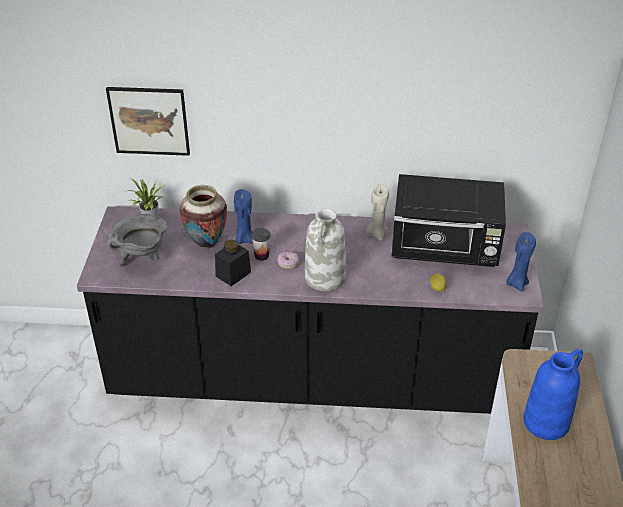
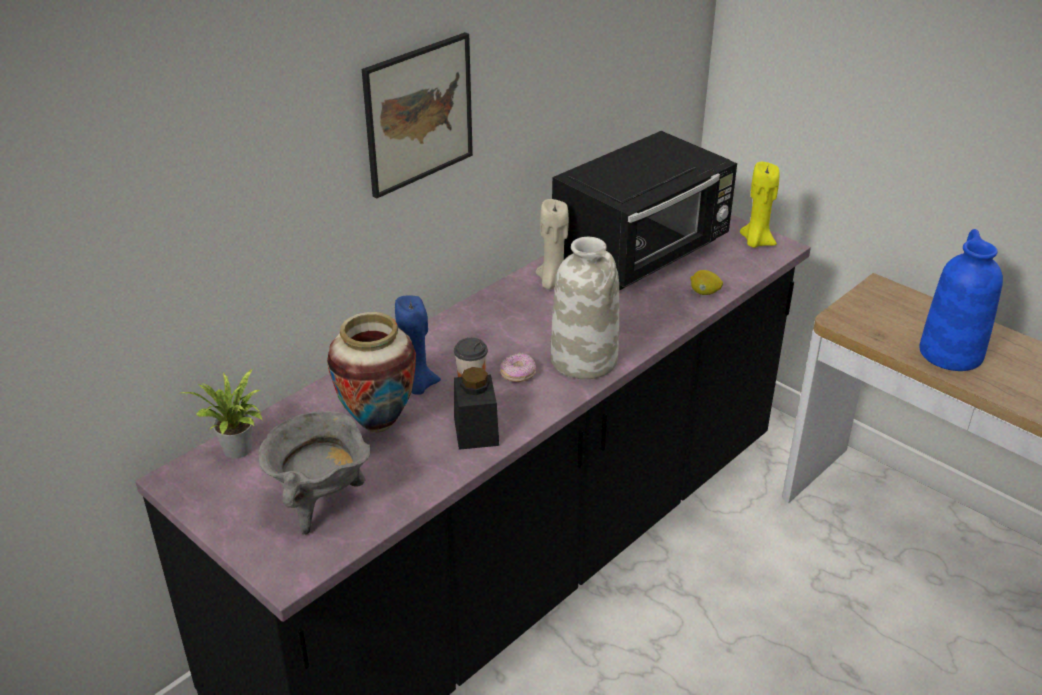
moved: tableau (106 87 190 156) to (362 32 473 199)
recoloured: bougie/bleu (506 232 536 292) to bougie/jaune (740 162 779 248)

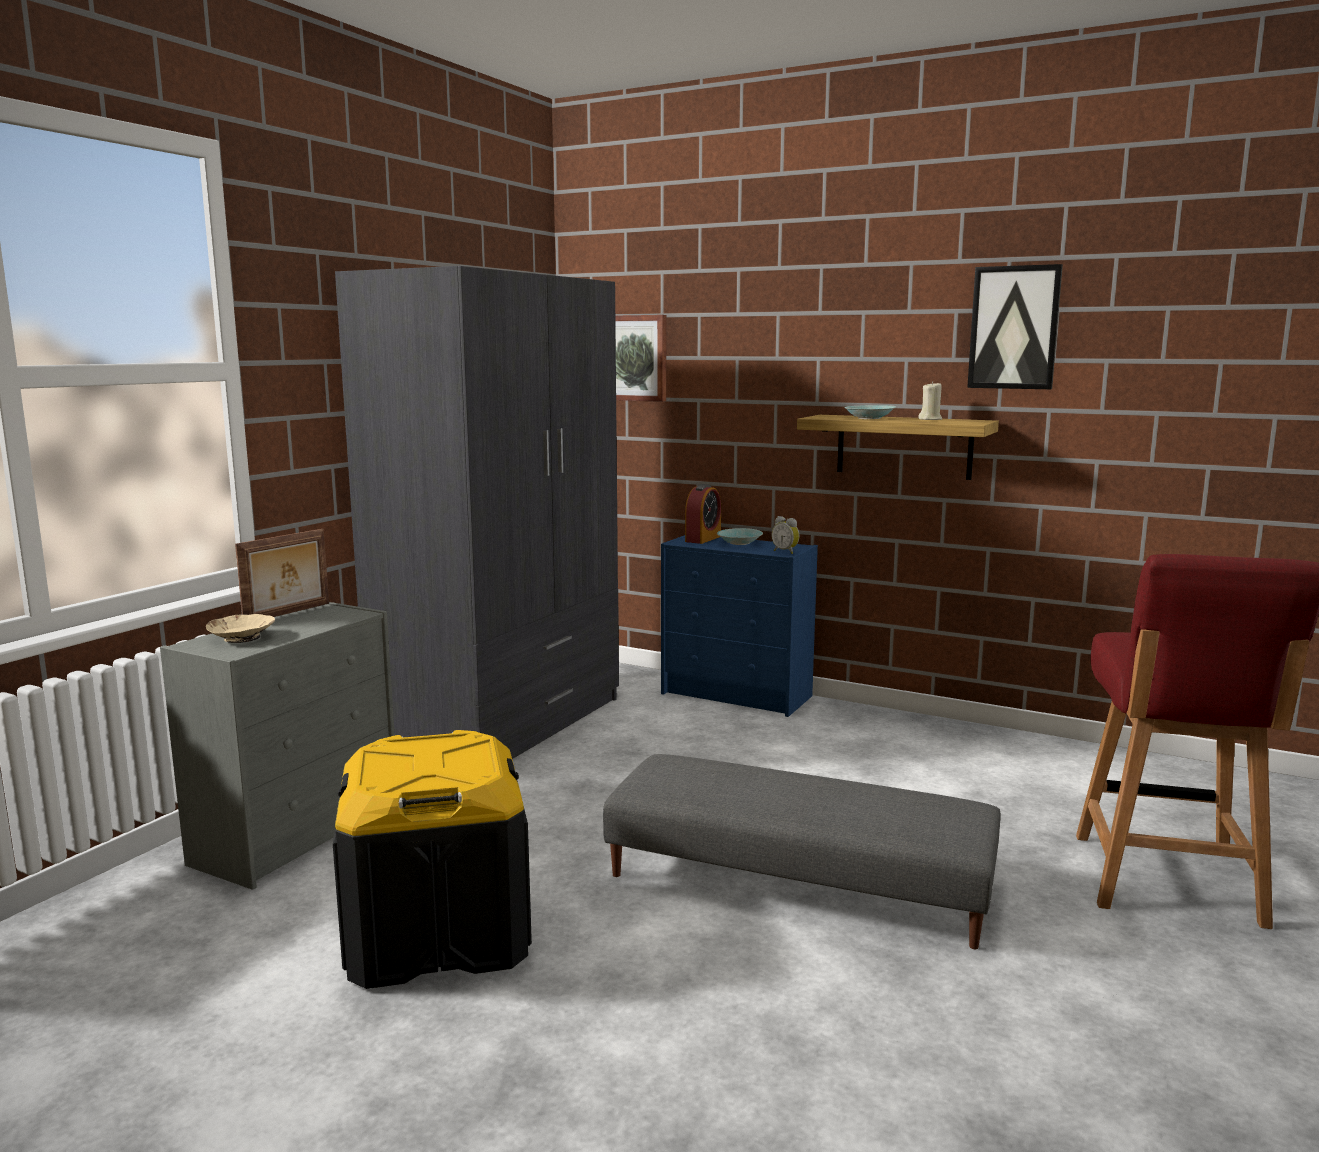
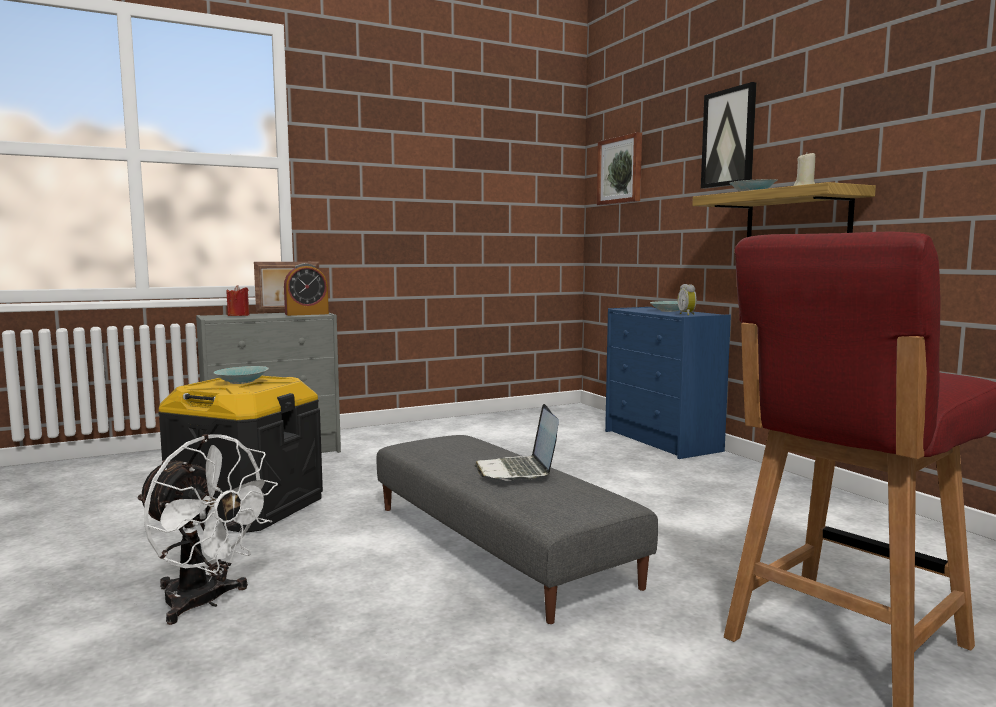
removed: armoire/gris (335 266 619 759)
added: ventilateur/blanc (137 434 278 625); bol/turquoise (214 366 269 384); ordinateur portable (474 404 559 481)
moved: réveil (685 484 721 544) to (284 263 329 316); tableau (967 264 1063 389) to (701 82 757 189)
replaced: bol/beige (206 614 275 643) to bougie/rouge (226 285 249 316)

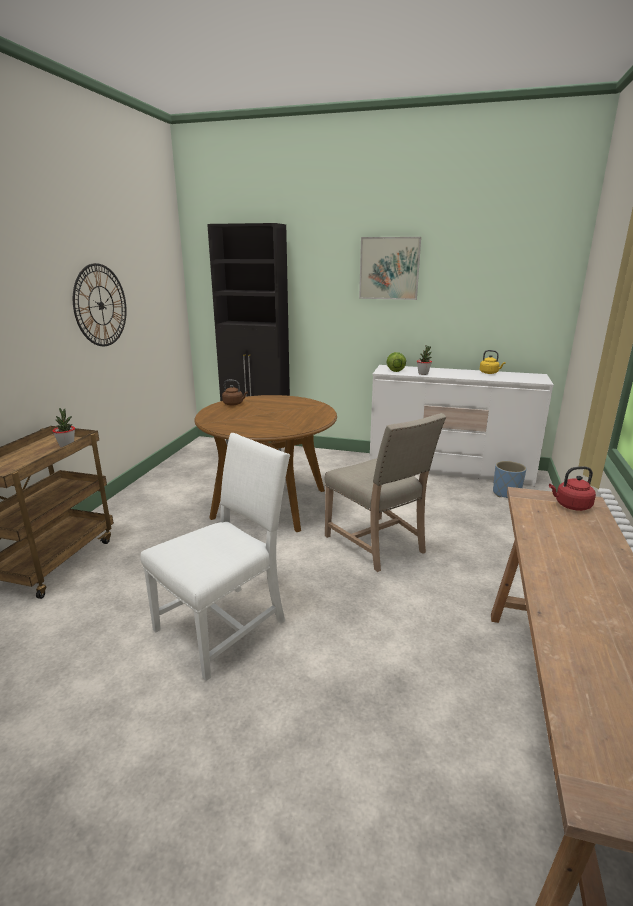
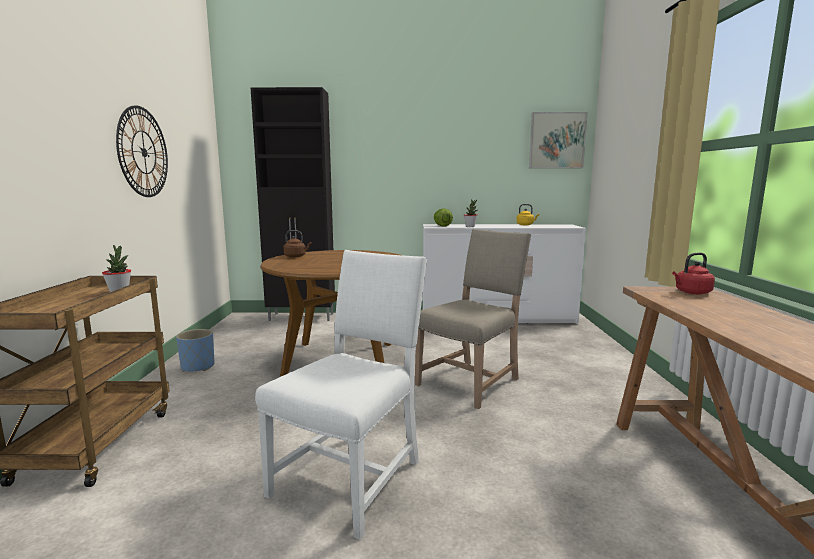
moved: tableau (359 237 421 300) to (529 112 588 168); cache-pot/bleu (493 461 526 498) to (176 329 215 372)
turned: chaise/beige (325 413 446 572) = (415 229 531 409) 90 degrees counterclockwise

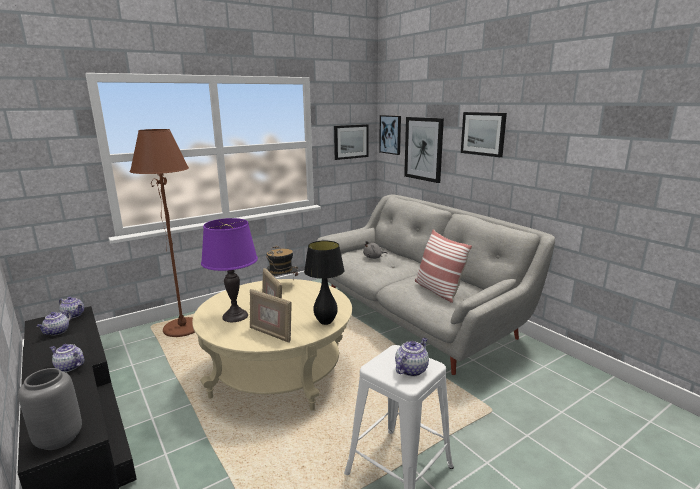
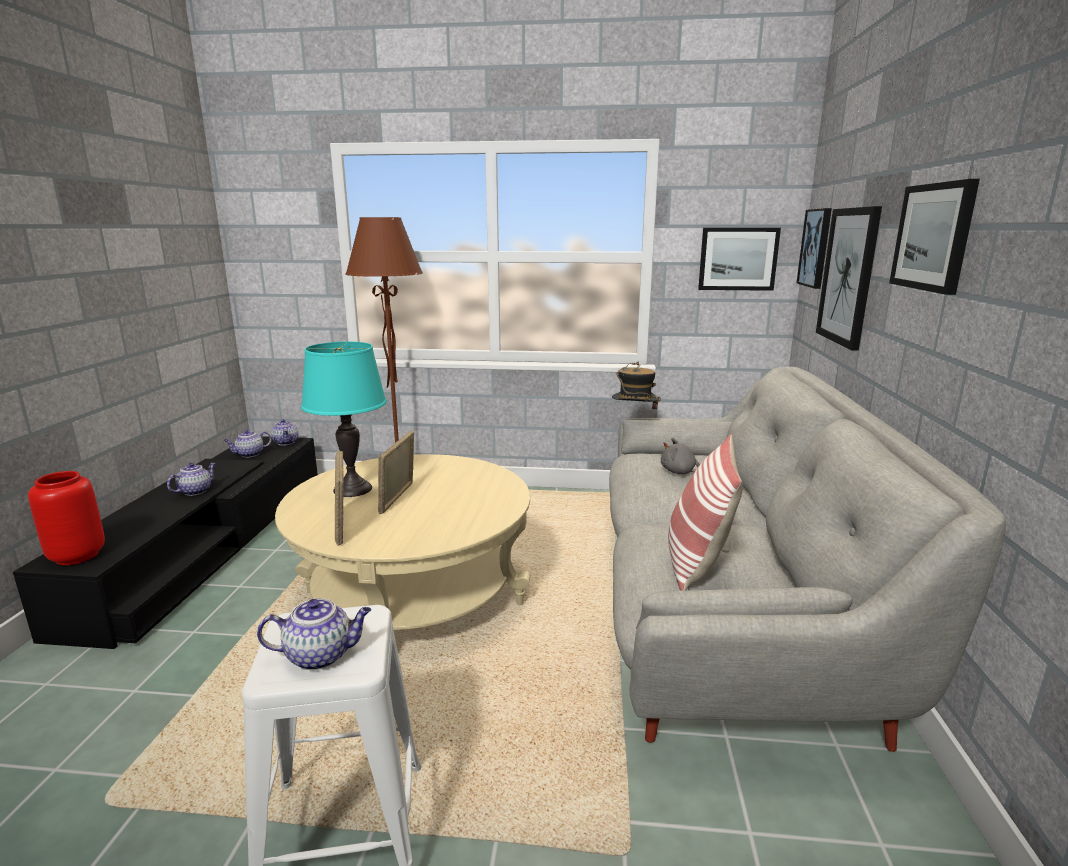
removed: lampe de table/noir (304 241 345 325)
moved: chapeau (266 245 298 276) to (612 362 661 409)
recoloured: vase/gris (18 368 82 450) to vase/rouge (28 471 105 565); lampe de table/violet (201 218 258 322) to lampe de table/turquoise (301 342 387 497)
turned: théière (50 344 85 372) = (167 463 216 496) 60 degrees clockwise

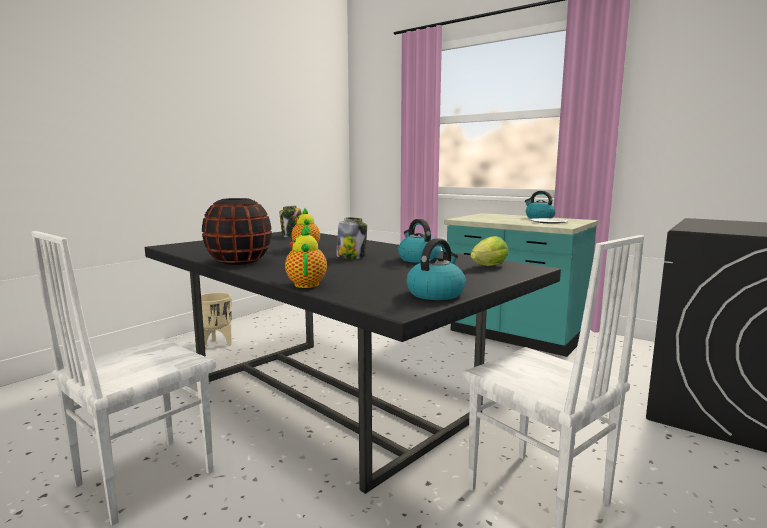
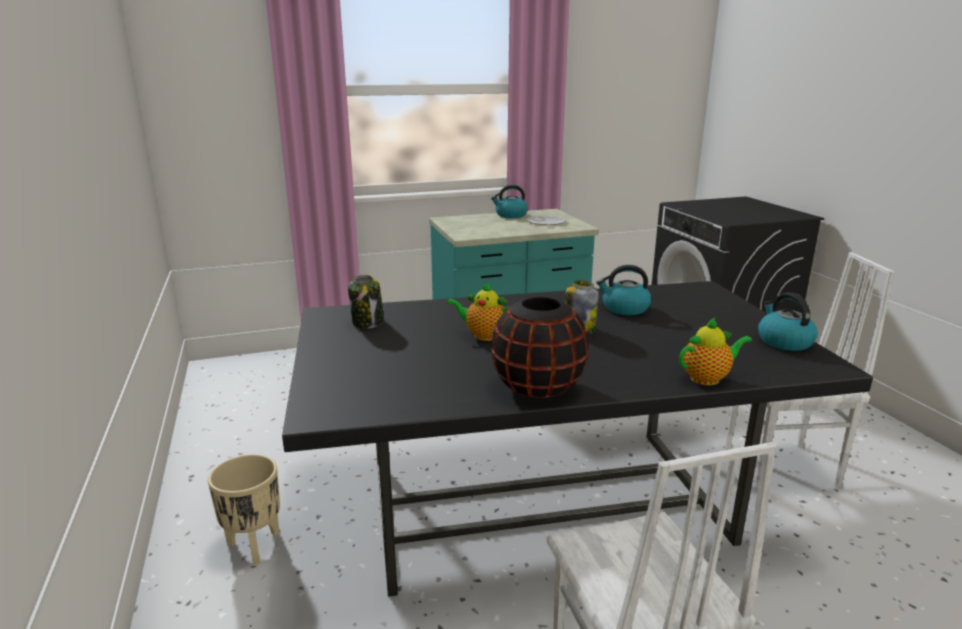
removed: laitue (470 236 509 266)
turned: théière (285 226 327 288) = (679 318 752 385) 135 degrees clockwise

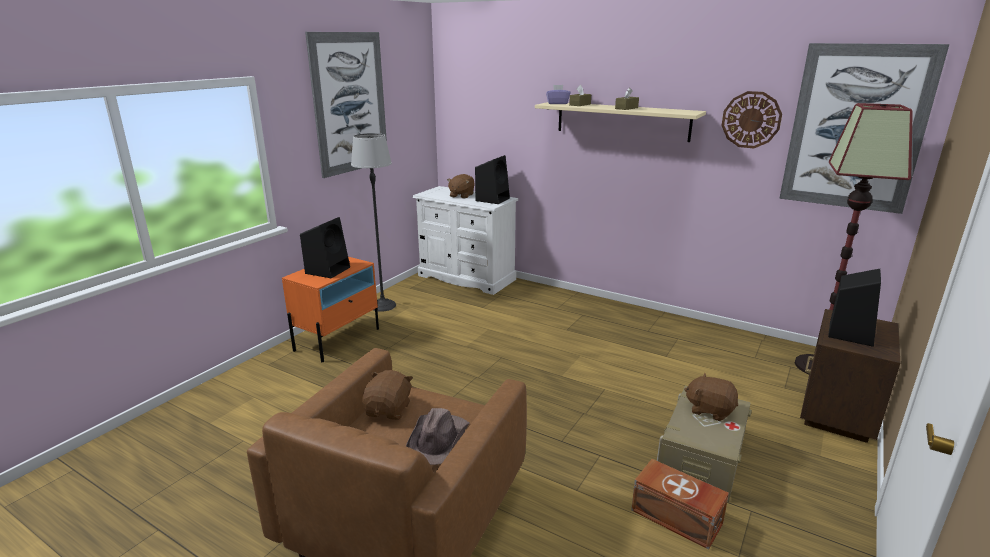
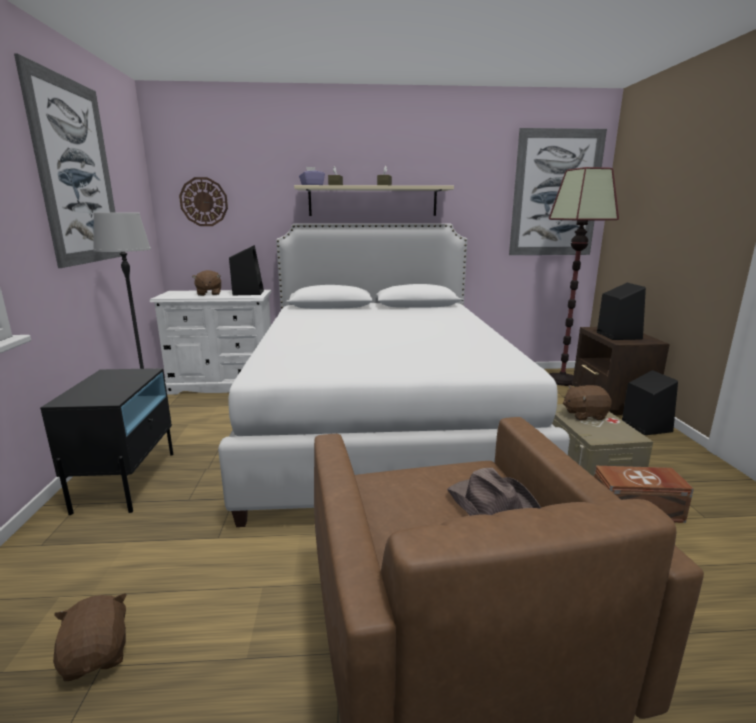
added: lit/blanc (218 223 570 527)
moved: enceinte/noir (300 217 350 278) to (622 370 678 435); peluche/marron (362 370 413 420) to (53 593 127 681); horloge murale (721 91 782 148) to (179 177 228 226)
recoloured: table de chevet/orange (282 257 379 362) to table de chevet/noir (40 368 173 515)

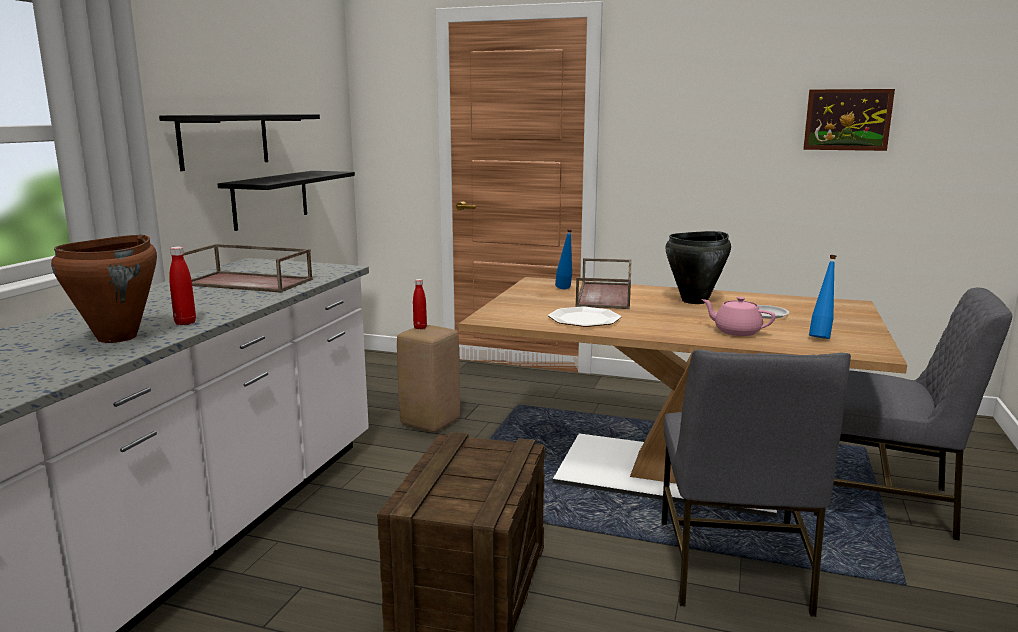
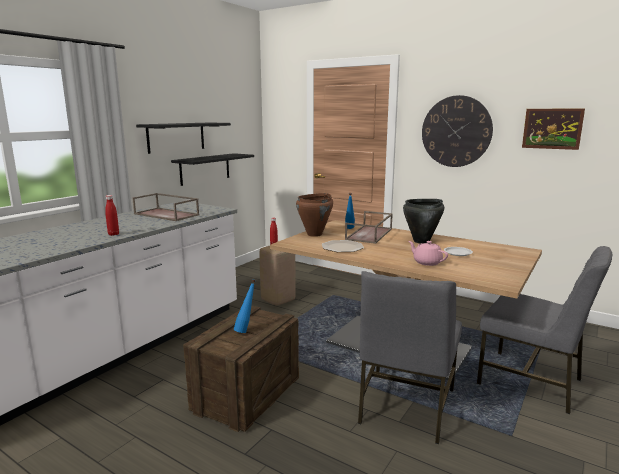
added: horloge murale (422 95 493 167)
moved: marmite/marron (51 235 157 343) to (296 193 333 237); bouteille/bleu (809 255 836 339) to (234 279 256 333)

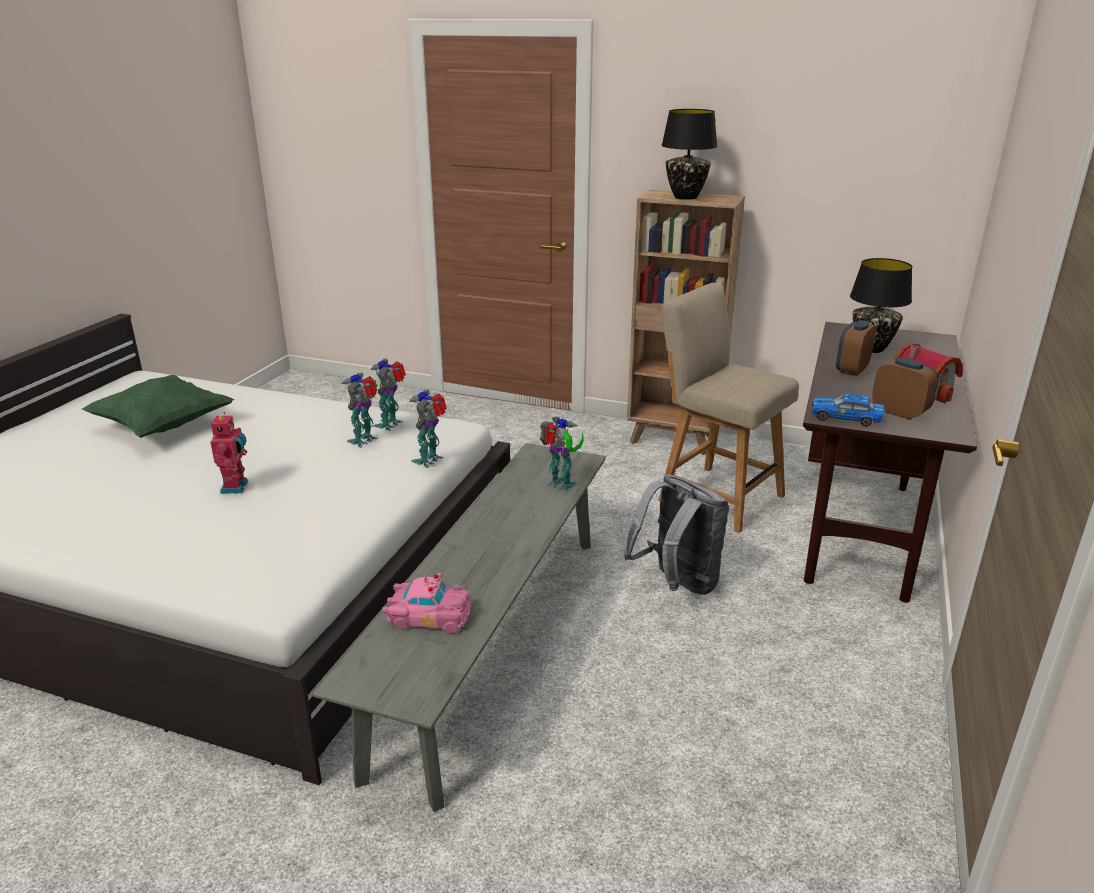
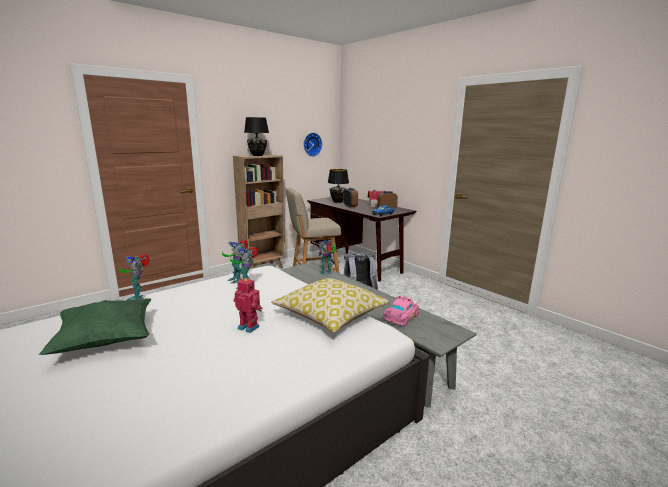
added: coussin (271 278 389 333); horloge murale (303 133 322 157)
moved: robot jouet (409 390 447 468) to (119 254 150 300)

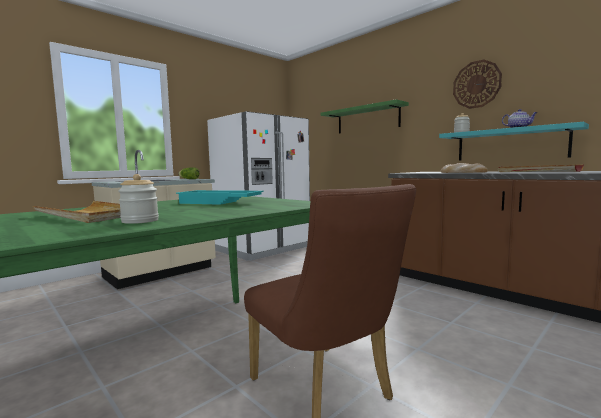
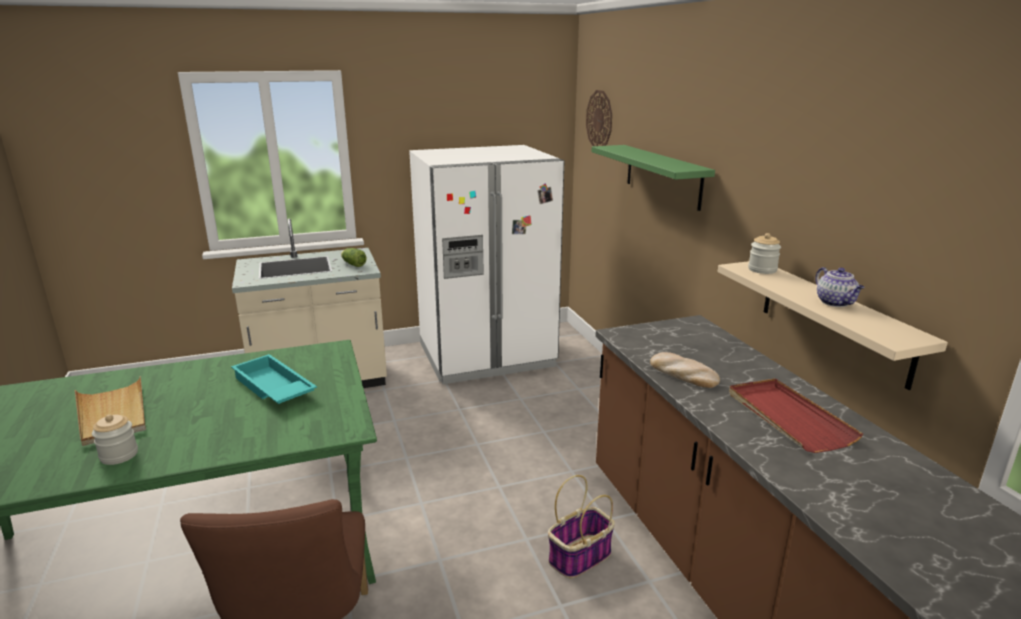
added: panier (548 475 615 579)
moved: horloge murale (453 60 502 109) to (586 90 612 146)
recoloured: étagère/turquoise (439 122 589 160) to étagère/beige (718 261 948 390)

